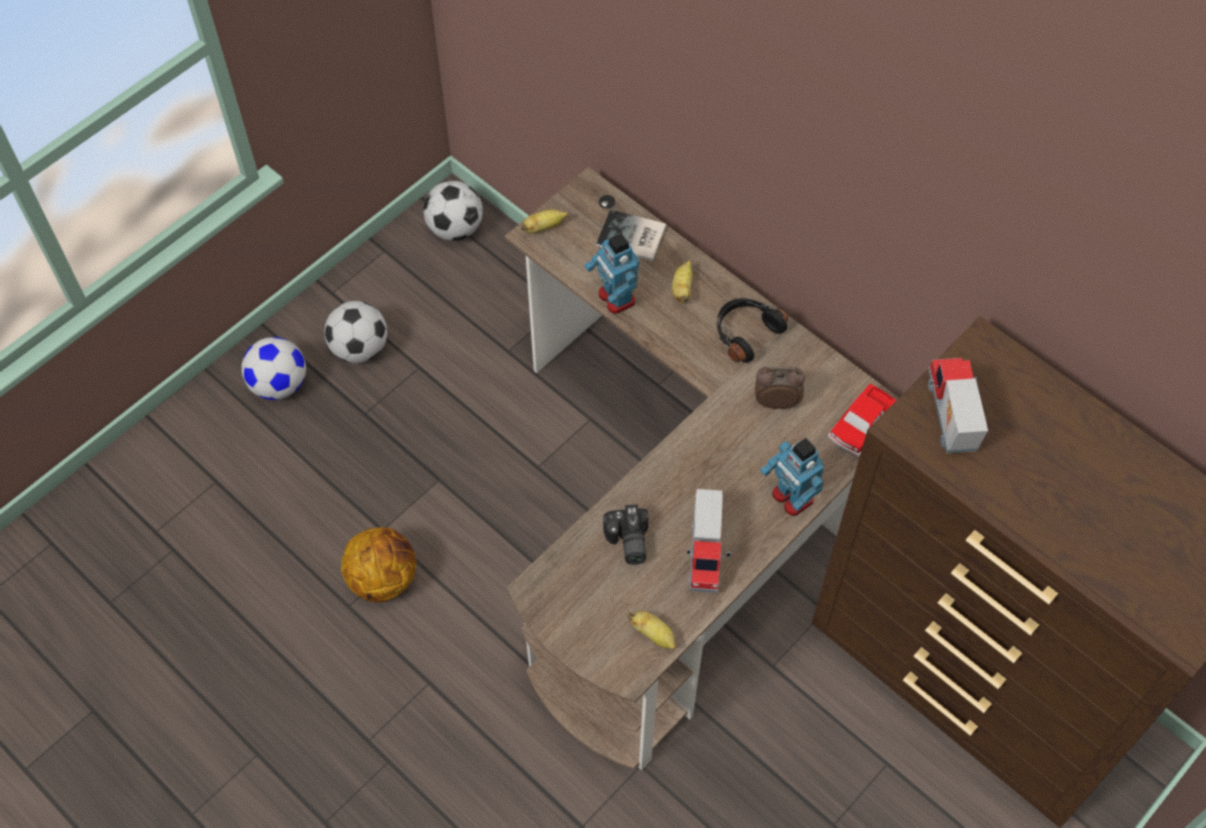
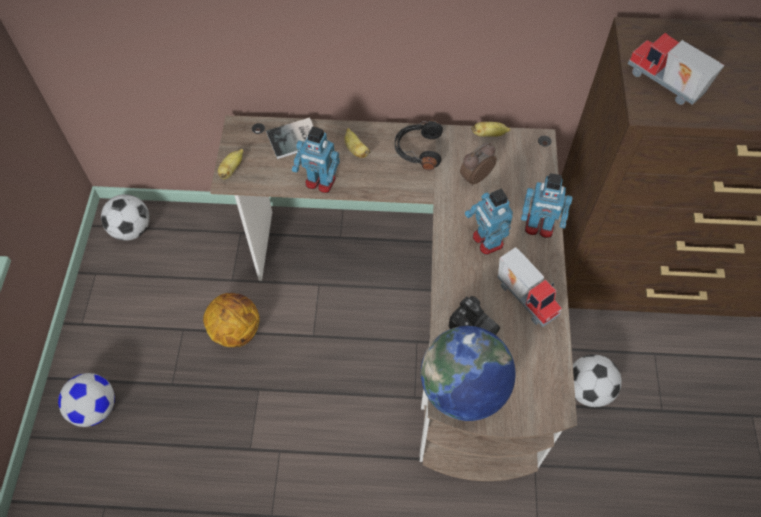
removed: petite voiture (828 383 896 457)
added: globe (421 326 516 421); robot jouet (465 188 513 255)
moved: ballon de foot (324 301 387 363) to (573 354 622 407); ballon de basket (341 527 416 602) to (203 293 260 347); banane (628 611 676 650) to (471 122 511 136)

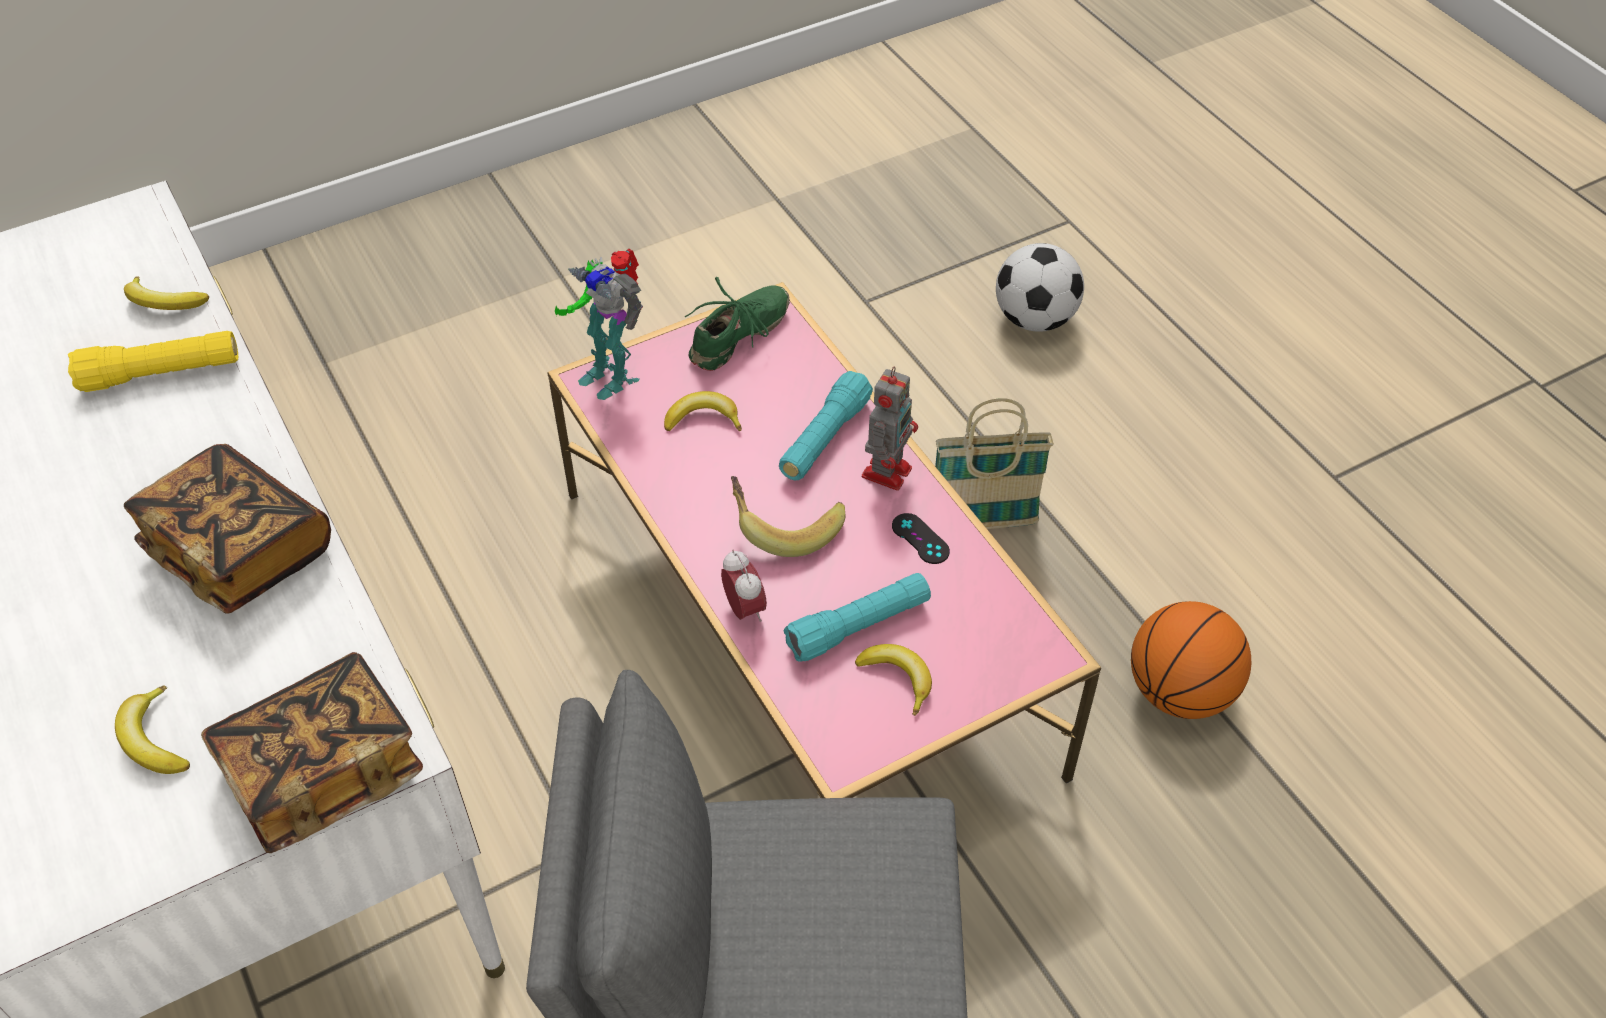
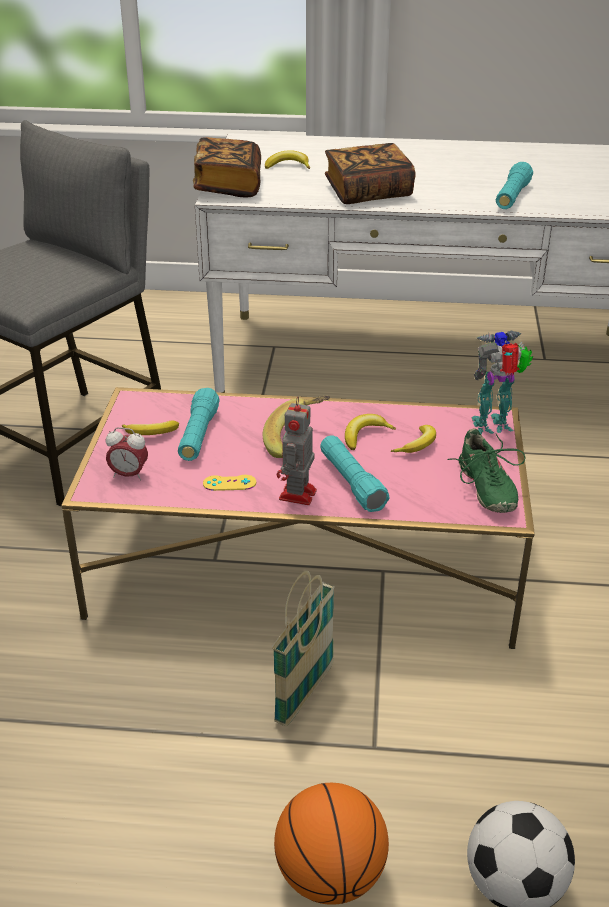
moved: banane (124 276 209 310) to (345 414 396 450); réveil (721 550 767 622) to (106 427 148 481); ballon de basket (1131 601 1251 719) to (274 783 389 905)
recoloured: lampe de poche/jaune (68 331 238 392) to lampe de poche/turquoise (496 162 533 209); manette/noir (892 513 950 564) to manette/jaune (203 475 256 491)
turned: robot jouet (862 367 918 491) = (277 396 317 505) 45 degrees clockwise

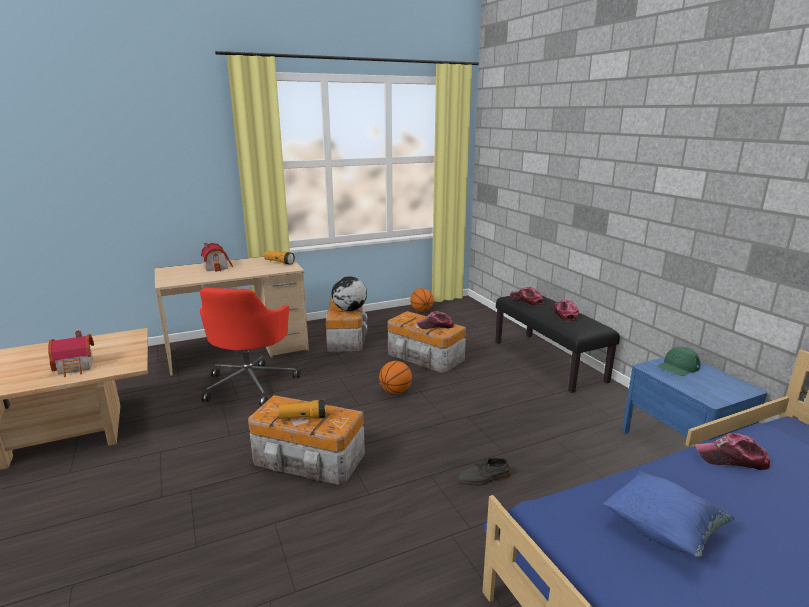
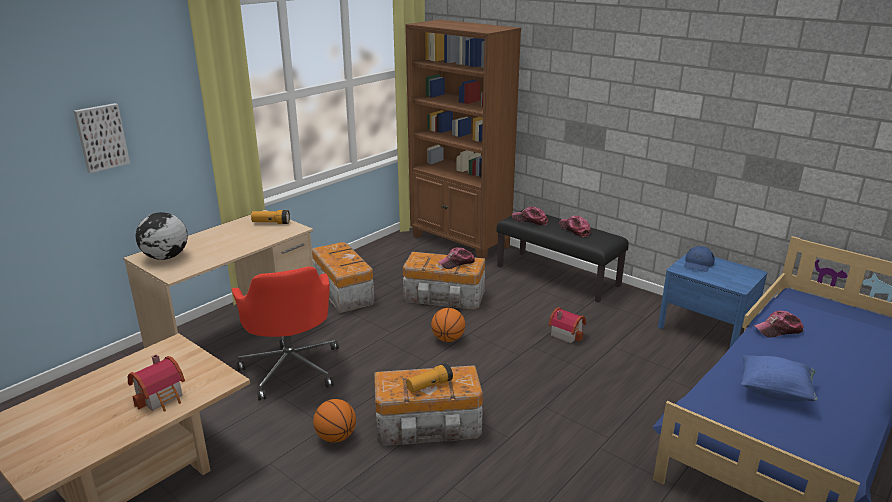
removed: chaussure/gris (456 458 511 486)
added: tableau (74 103 130 173); bibliothèque/marron (405 20 521 260)
moved: maison miniature (201 243 233 272) to (548 307 586 344); globe (331 276 367 311) to (135 212 188 260); ballon de basket (410 288 434 312) to (313 399 356 443)
recoloured: casquette/vert (657 347 701 376) to casquette/bleu (684 246 715 271)

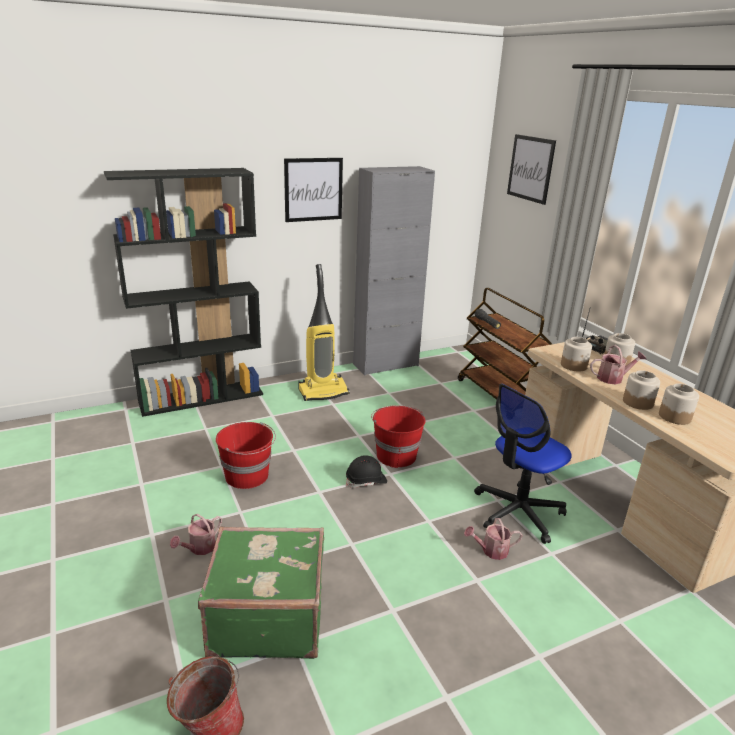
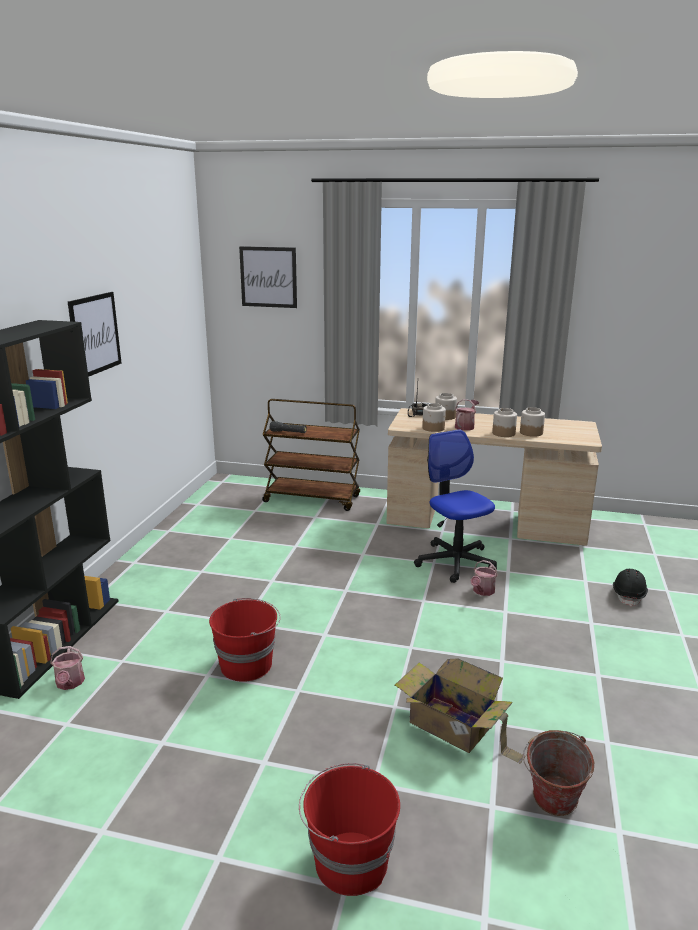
removed: aspirateur (298 264 350 401); meuble de rangement/gris (353 166 435 376)
moved: arrosoir (170 514 222 555) to (50 646 85 690); casque de chantier/noir (346 455 387 488) to (613 569 648 607); seau/rouge (371 405 425 468) to (299 763 400 896)
replaced: valise/vert (198 526 324 659) to carton (395 658 526 764)
turned: chaise de bureau (474 383 572 544) = (414 429 497 583) 150 degrees clockwise

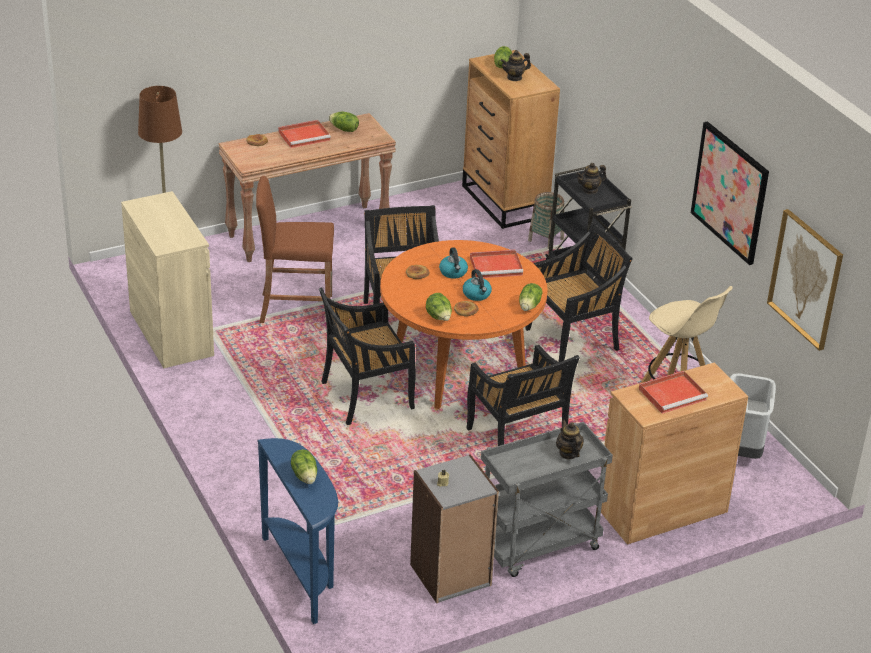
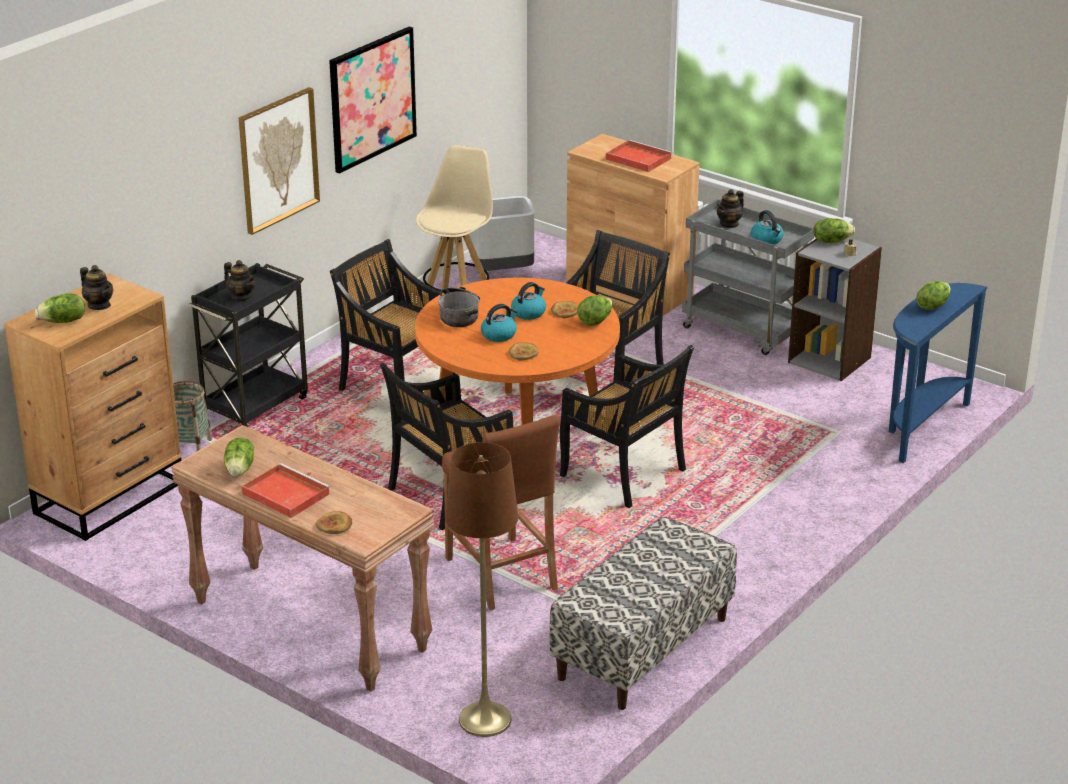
added: bouilloire (751 210 784 245)
moved: laitue (519 283 543 311) to (813 218 855 243); tableau (767 209 843 351) to (239 87 320 235)
replaced: meuble de rangement/beige (121 191 214 368) to banc (550 516 737 710); plateau/rouge (470 250 523 278) to marmite (438 287 480 327)

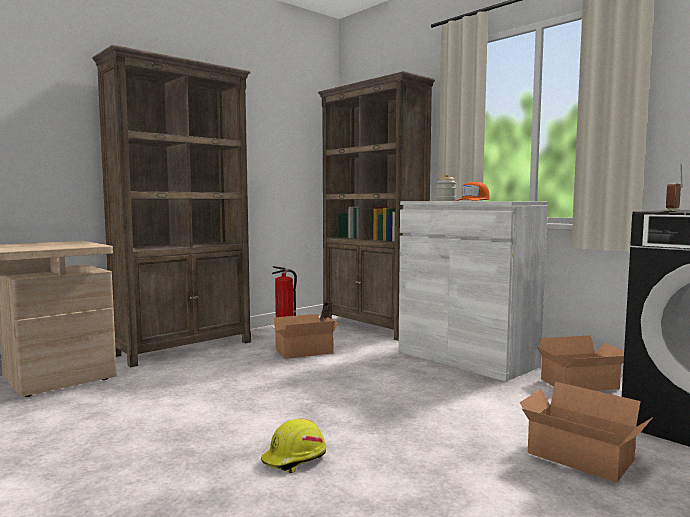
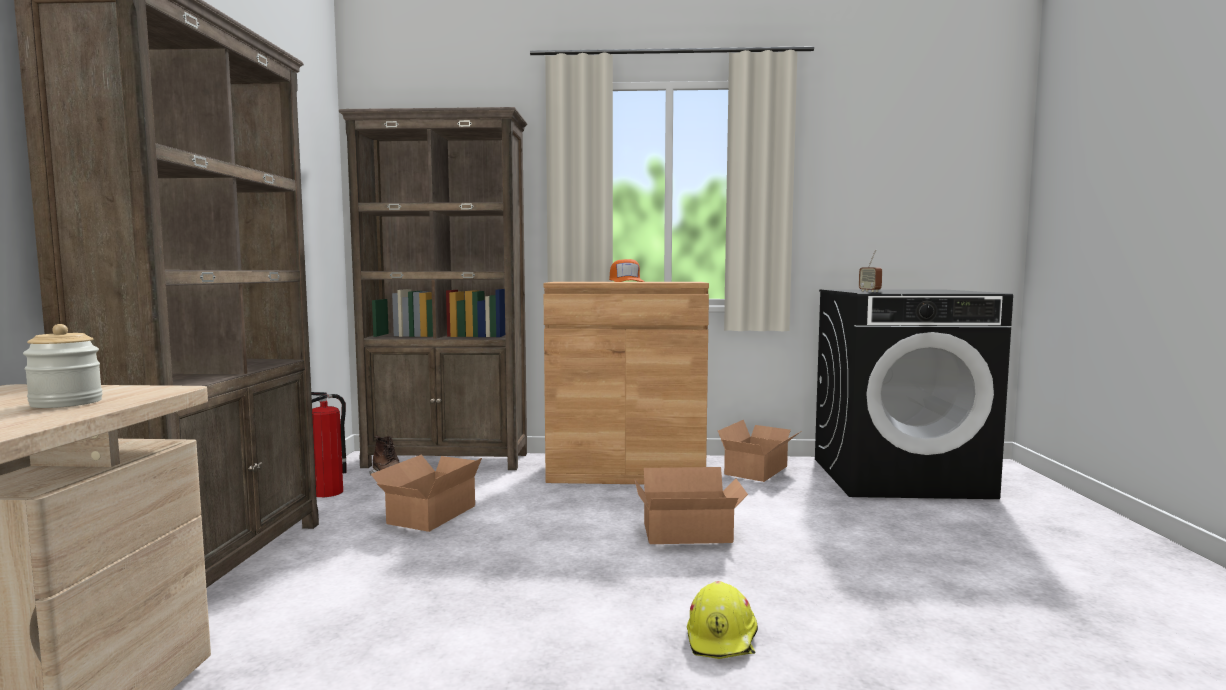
moved: bocal (436 174 456 201) to (23 324 103 408); carton (520 382 653 483) to (634 467 748 544)
recoloured: meuble de rangement/blanc (399 201 548 382) to meuble de rangement/marron (543 282 709 484)

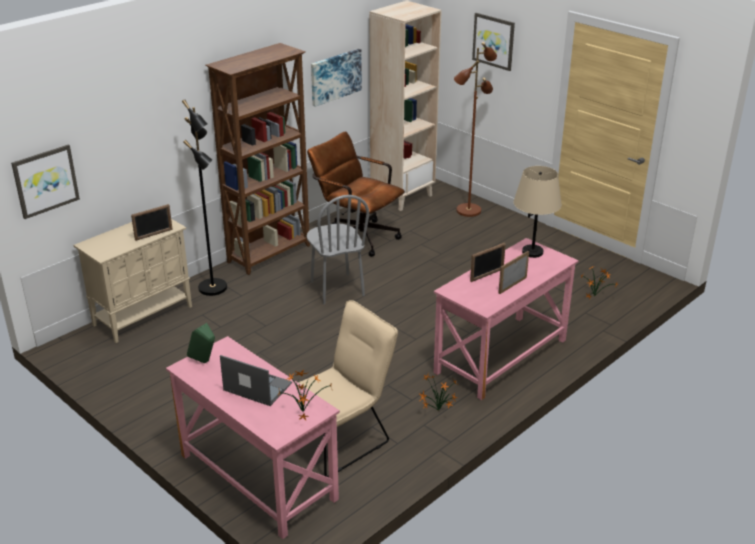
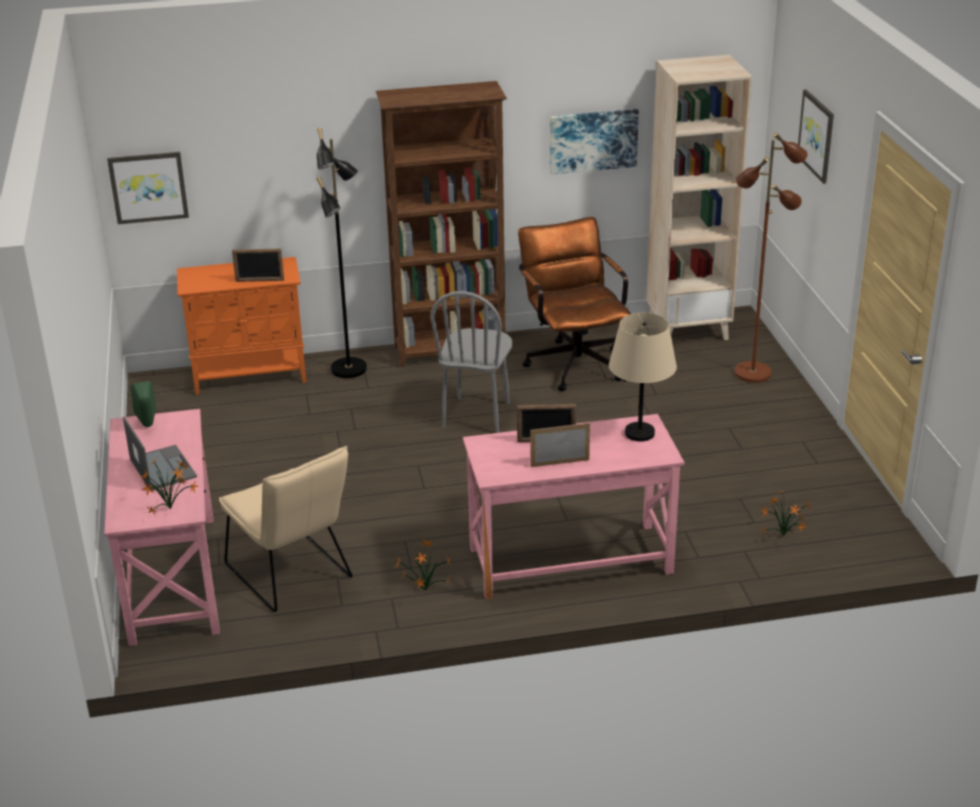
recoloured: meuble de rangement/beige (73 219 192 343) to meuble de rangement/orange (177 257 306 395)
turned: chaise/beige (298 300 398 477) = (219 446 352 612) 60 degrees clockwise

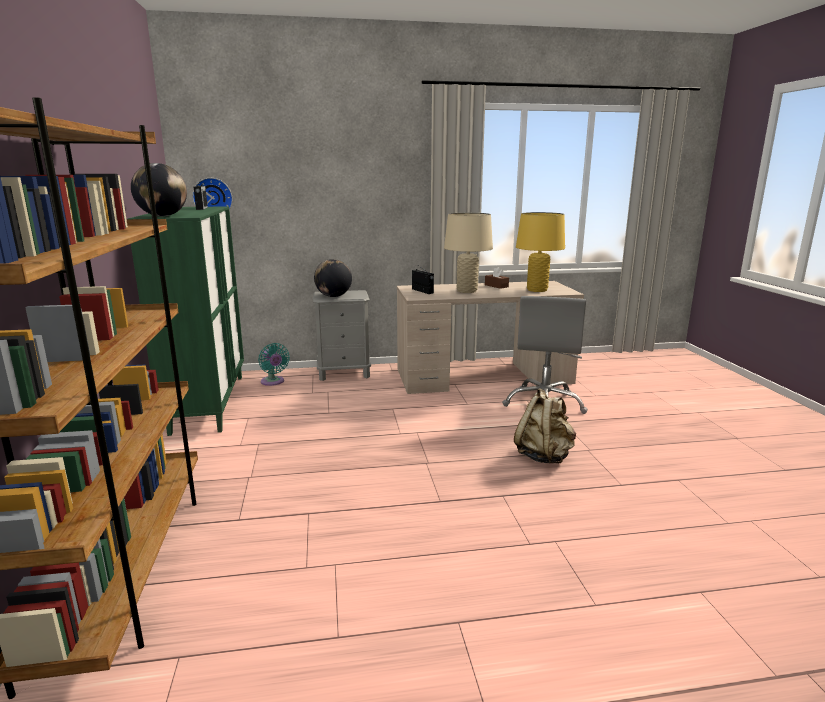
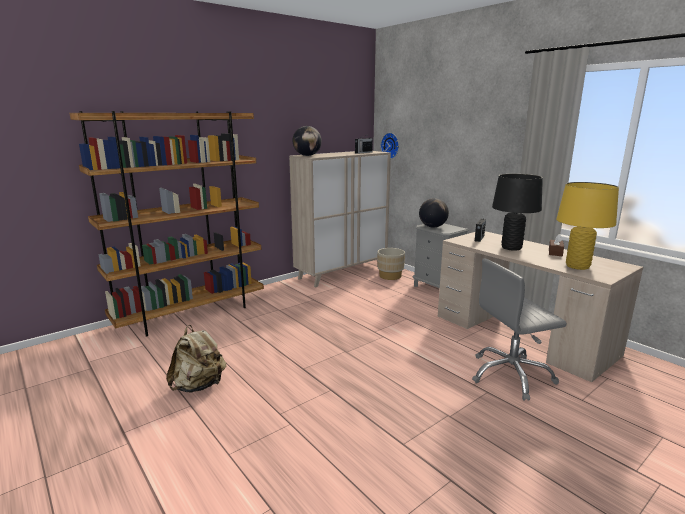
moved: sac à dos/beige (514 388 576 463) to (166 325 226 393)
replaced: ventilateur/turquoise (258 343 290 386) to cache-pot/beige (377 248 405 280)
recoloured: meuble de rangement/vert (128 206 244 436) to meuble de rangement/beige (289 151 391 287); lampe de table/beige (444 213 493 293) to lampe de table/noir (492 174 543 251)

